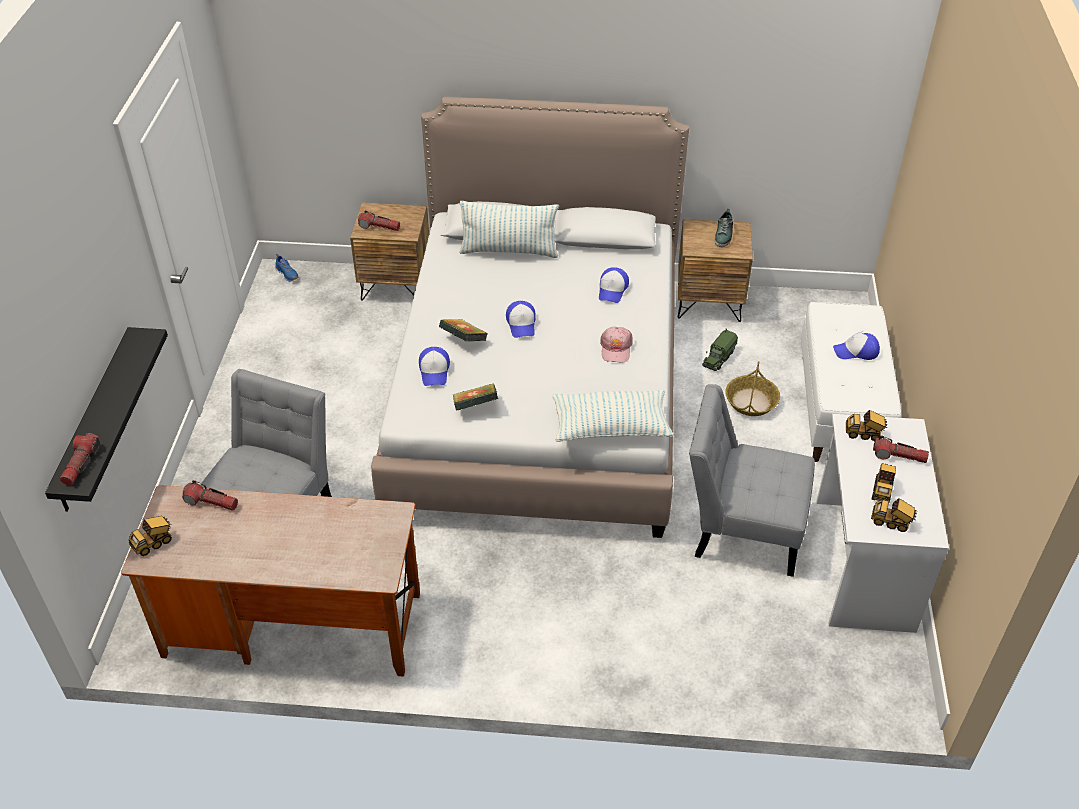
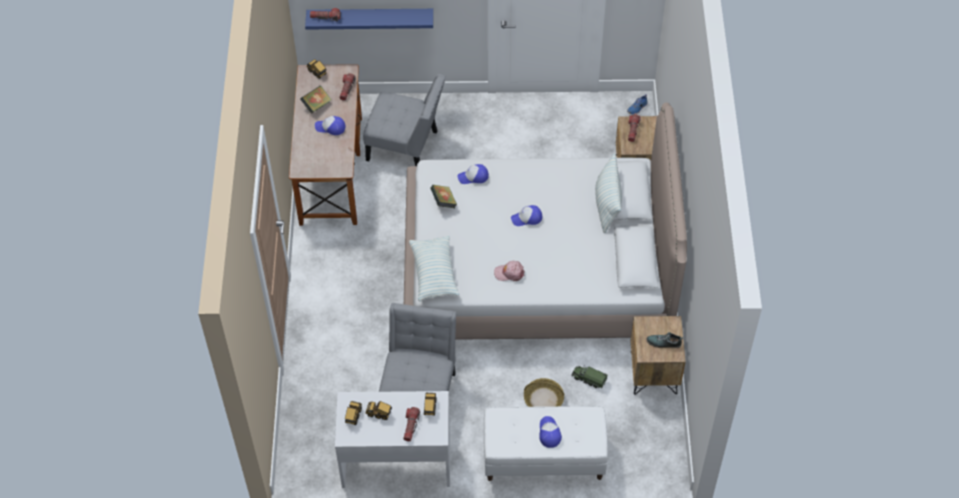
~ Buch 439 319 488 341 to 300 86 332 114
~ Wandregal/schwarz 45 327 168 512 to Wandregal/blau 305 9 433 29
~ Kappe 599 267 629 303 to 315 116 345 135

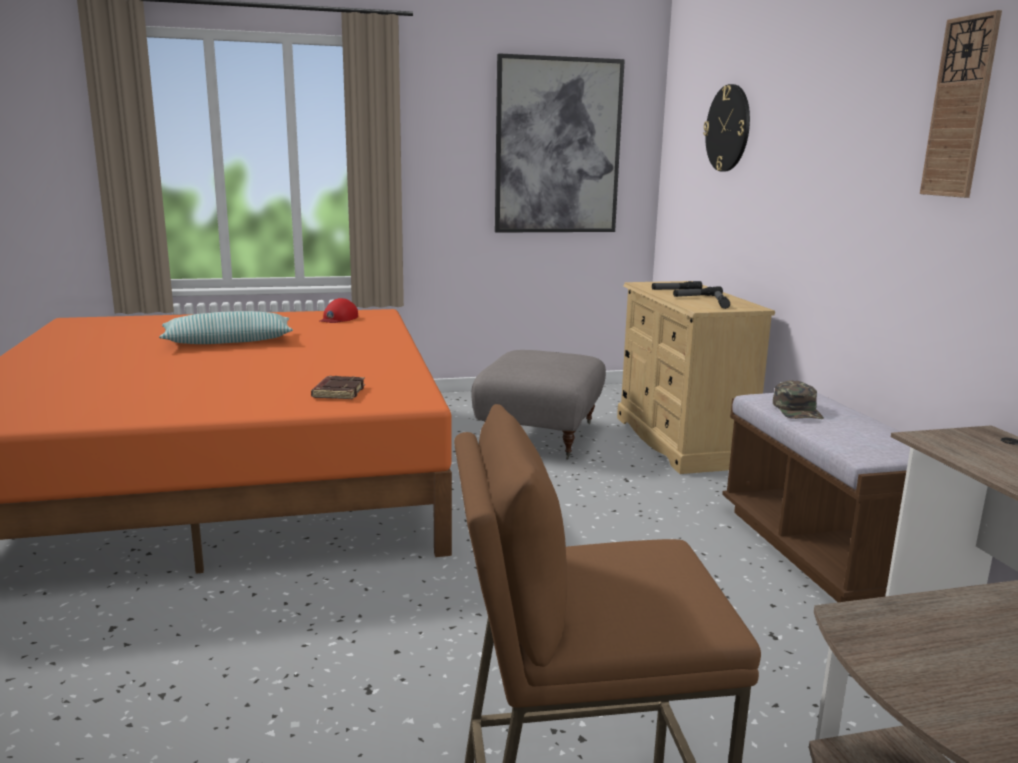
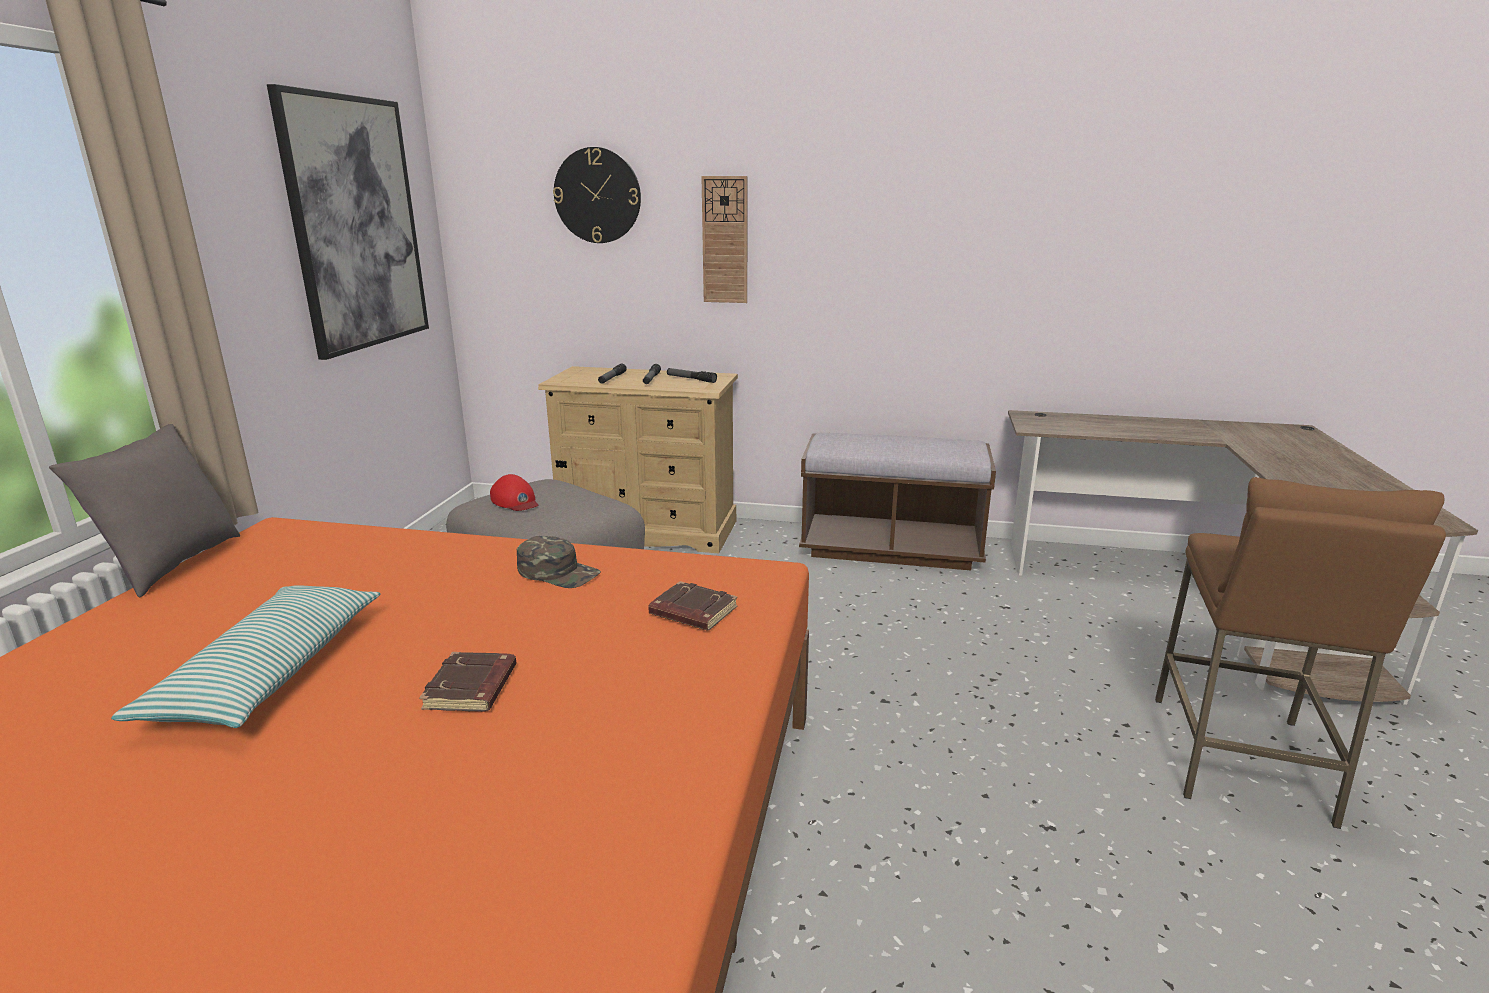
+ Kissen/grau 49 424 240 597
+ Buch/braun 419 652 516 712
~ Kappe/rot 319 298 358 323 to 490 474 538 511
~ Kappe/grün 773 380 824 419 to 517 536 601 588
~ Wanduhr 920 10 1002 198 to 701 176 747 303

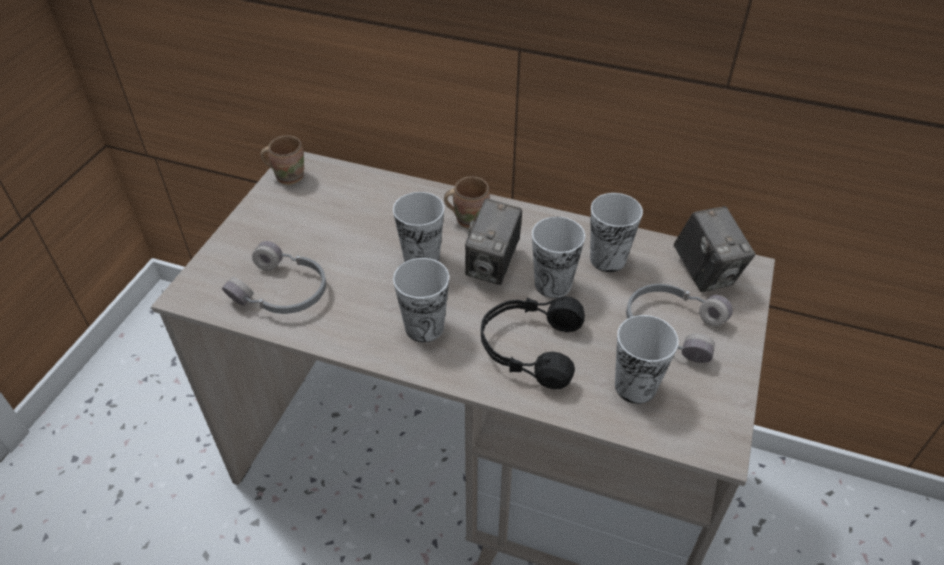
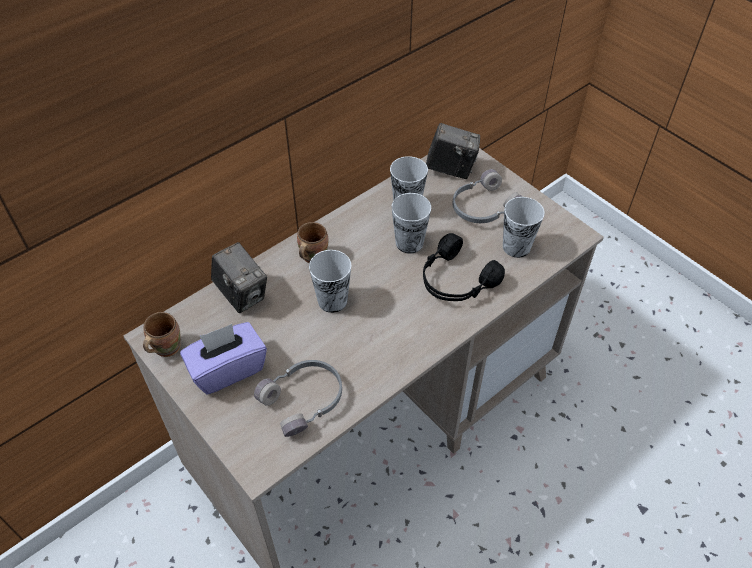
+ Taschentuchbox/lila 180 322 267 394
~ Kamera 465 198 522 285 to 211 242 267 313
- Tasse 393 258 449 342

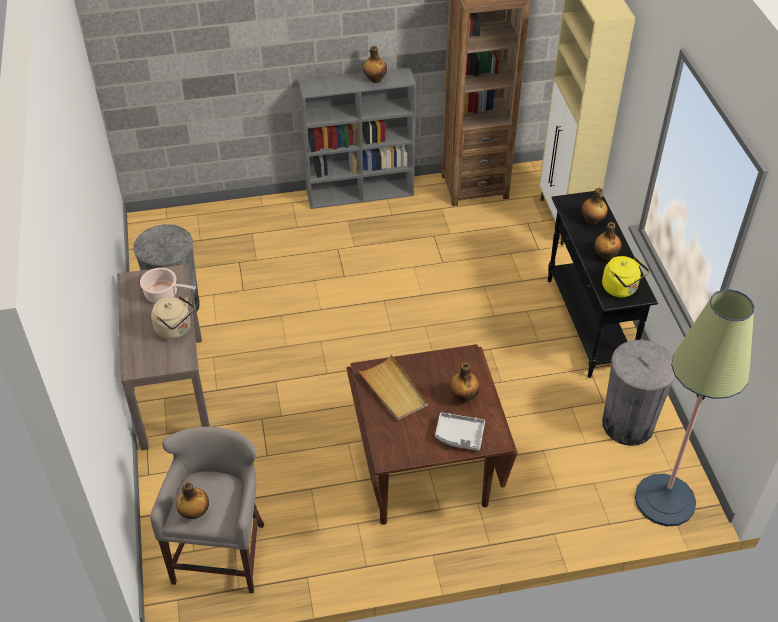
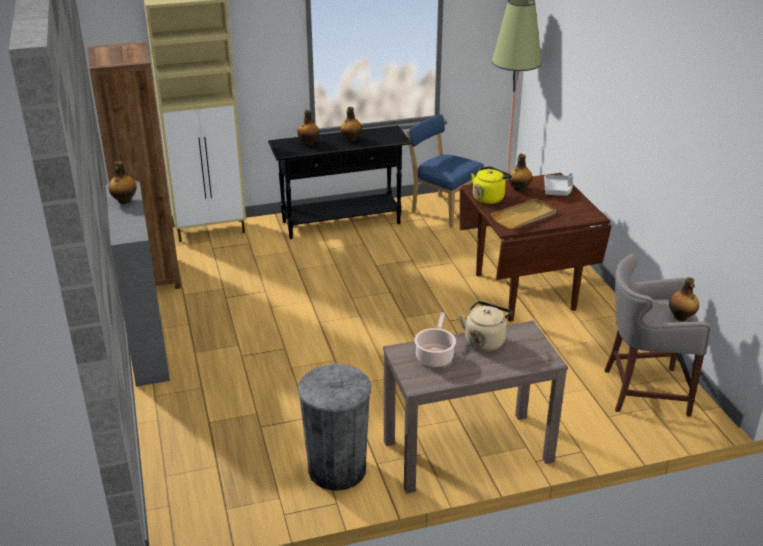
~ Mülleimer/grau 602 340 676 446 to Stuhl/blau 407 114 484 228
~ Wasserkessel/gelb 602 256 649 297 to 471 166 512 204

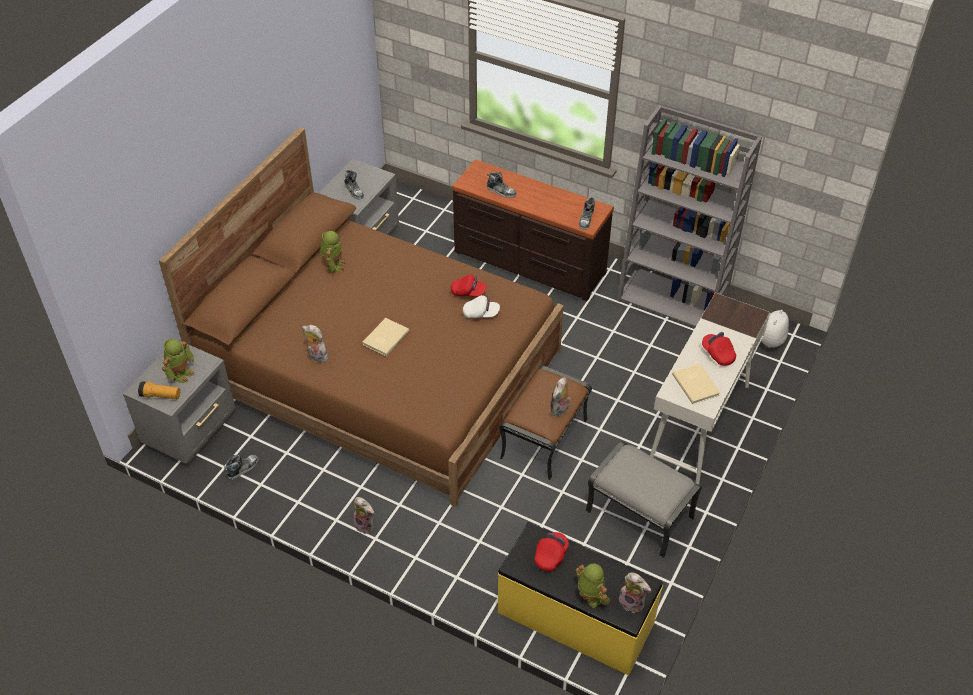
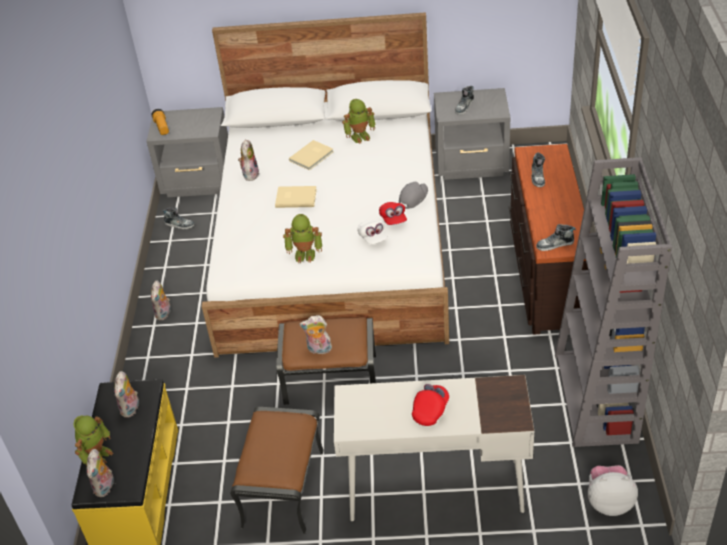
~ Kappe/rot 534 532 569 571 to Plüschtier 114 371 139 418
~ Bett/braun 159 127 564 507 to Bett/weiß 202 12 449 358
~ Polsterhocker/grau 586 441 702 558 to Polsterhocker/braun 230 407 324 534
~ Spielzeugroboter 162 339 195 383 to 283 214 322 263
~ Buch/beige 672 363 720 404 to 289 140 333 171
+ Kappe/grau 399 182 428 209

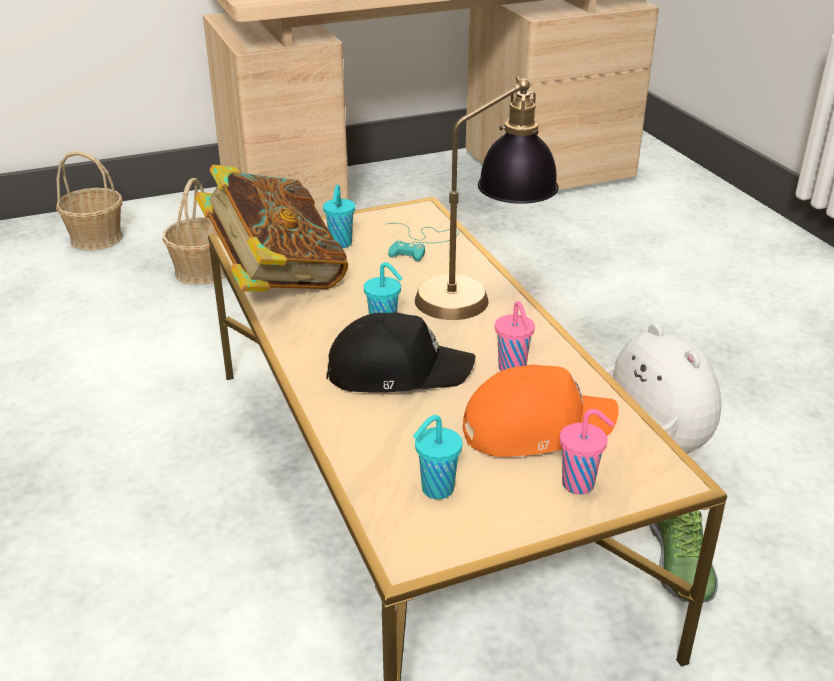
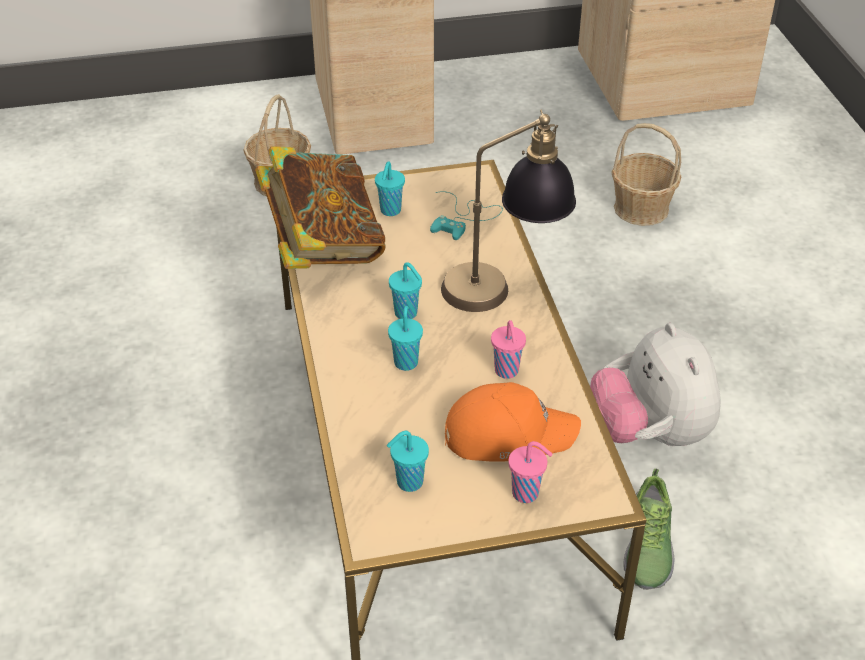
~ Kappe/schwarz 326 312 476 393 to Tasse/türkis 388 306 423 371
~ Korb 56 151 123 251 to 612 123 681 226

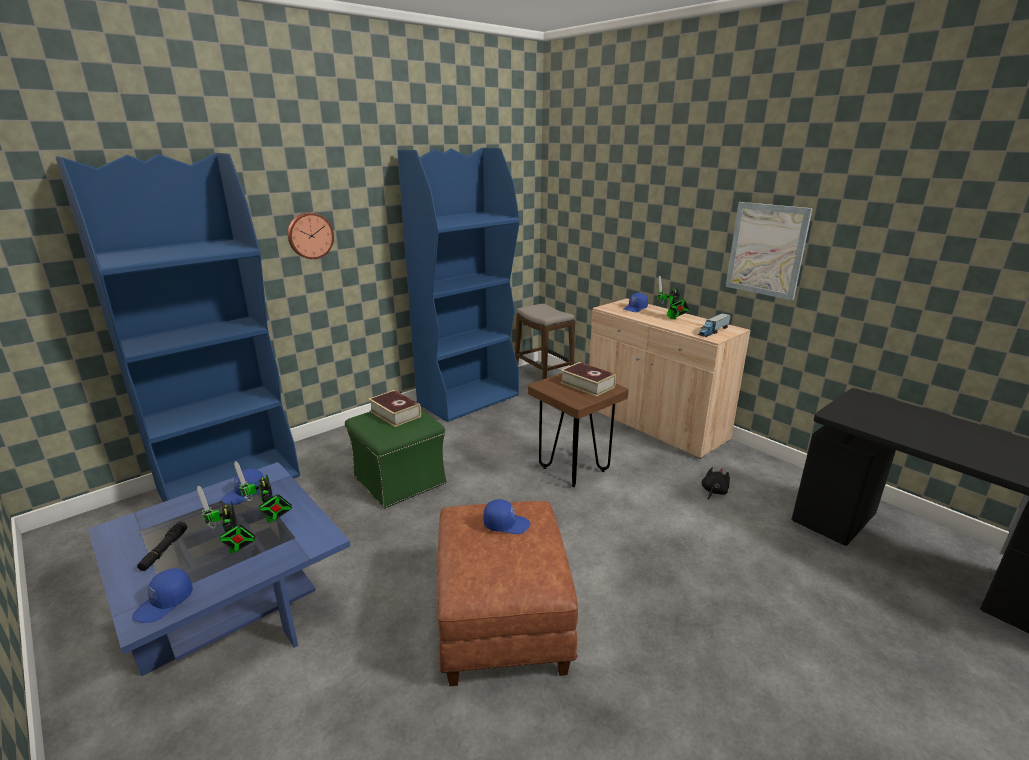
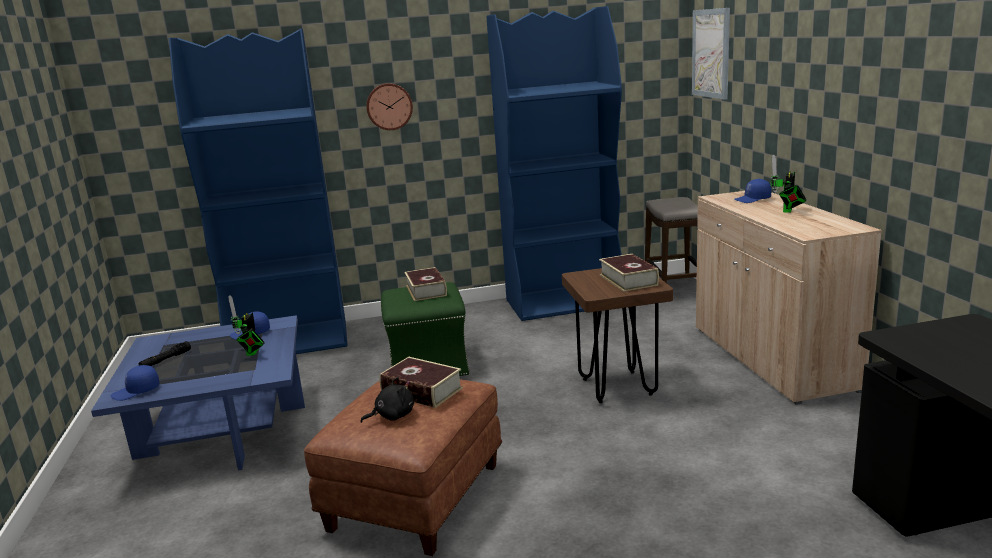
~ Plüschtier/schwarz 702 467 730 500 to 360 377 414 423
~ Kappe/blau 483 499 530 534 to Buch 379 357 463 408
~ Bild 726 202 813 300 to 692 8 730 100
- Spielzeugroboter 197 486 255 553
- Spielzeuglaster 698 313 731 338

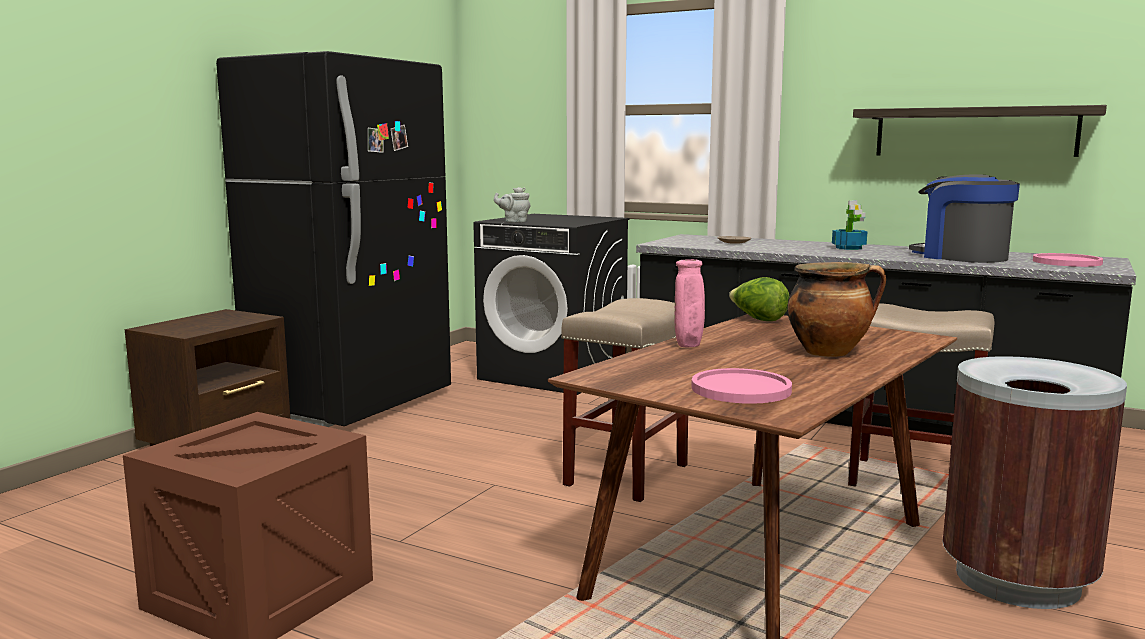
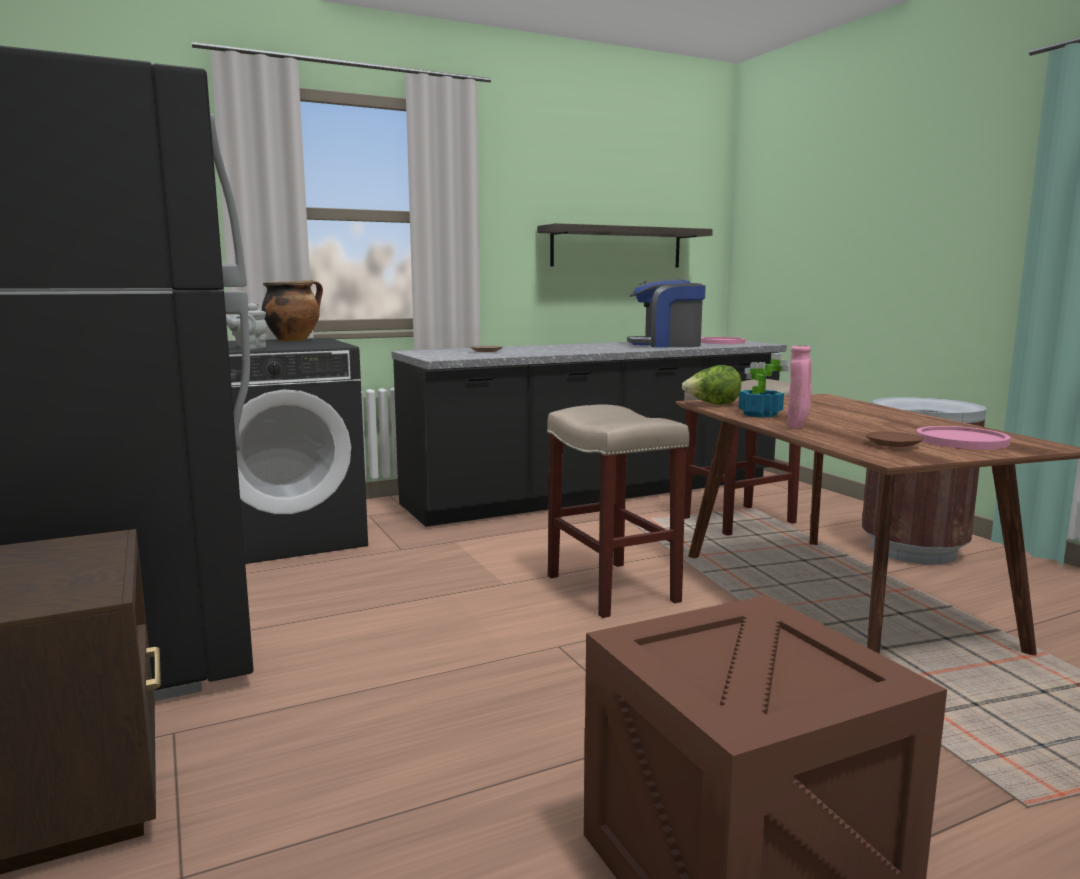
~ Kochtopf 787 262 886 357 to 262 280 323 341
~ Topfpflanze 832 200 867 250 to 738 353 790 418
+ Teller/braun 866 431 924 447

